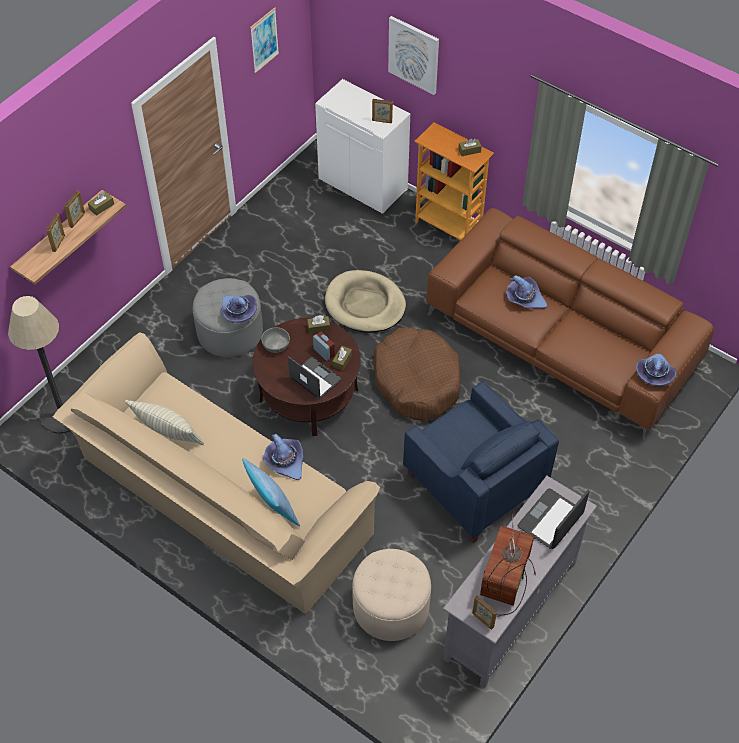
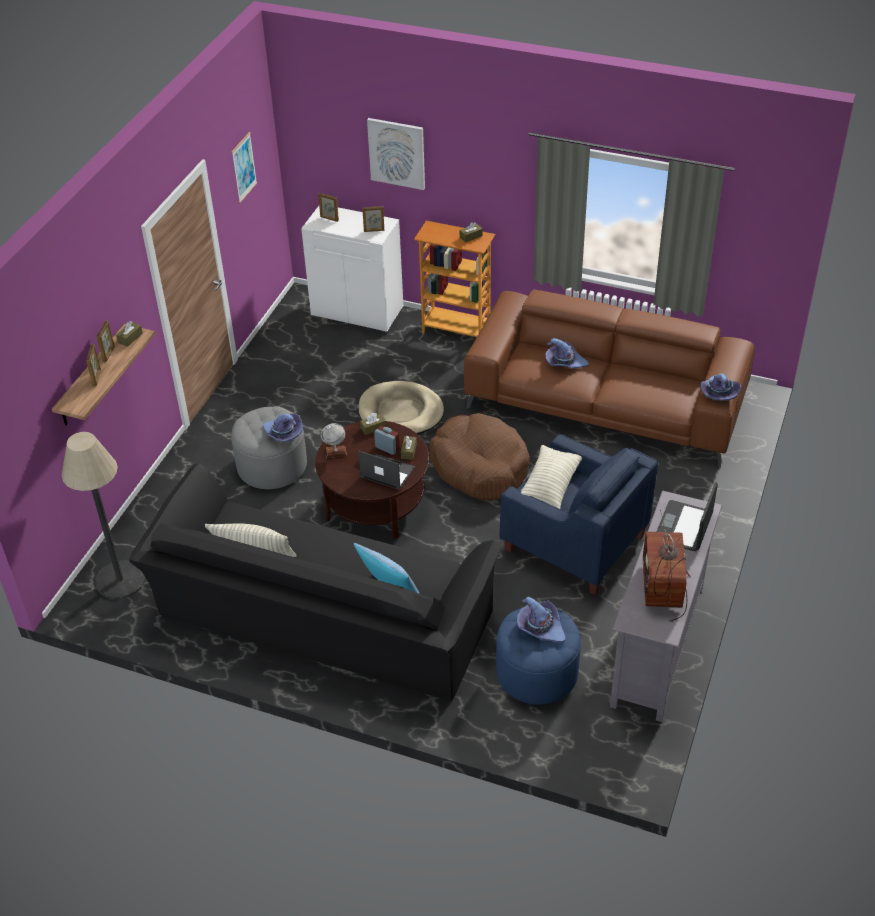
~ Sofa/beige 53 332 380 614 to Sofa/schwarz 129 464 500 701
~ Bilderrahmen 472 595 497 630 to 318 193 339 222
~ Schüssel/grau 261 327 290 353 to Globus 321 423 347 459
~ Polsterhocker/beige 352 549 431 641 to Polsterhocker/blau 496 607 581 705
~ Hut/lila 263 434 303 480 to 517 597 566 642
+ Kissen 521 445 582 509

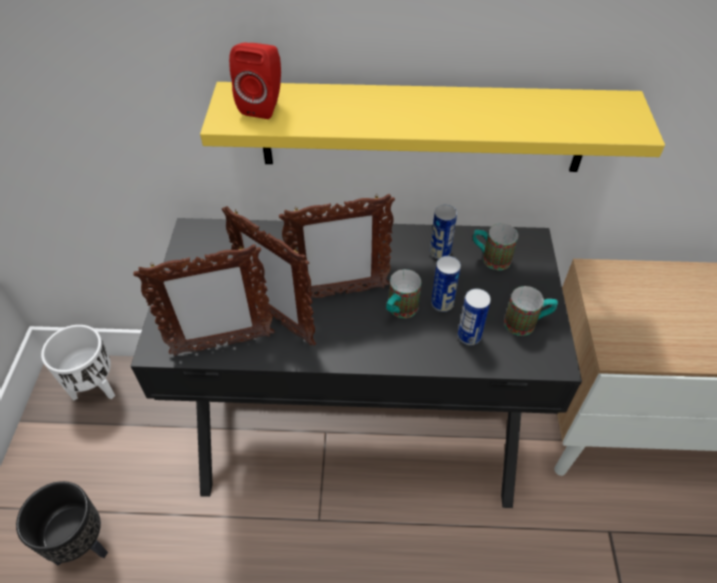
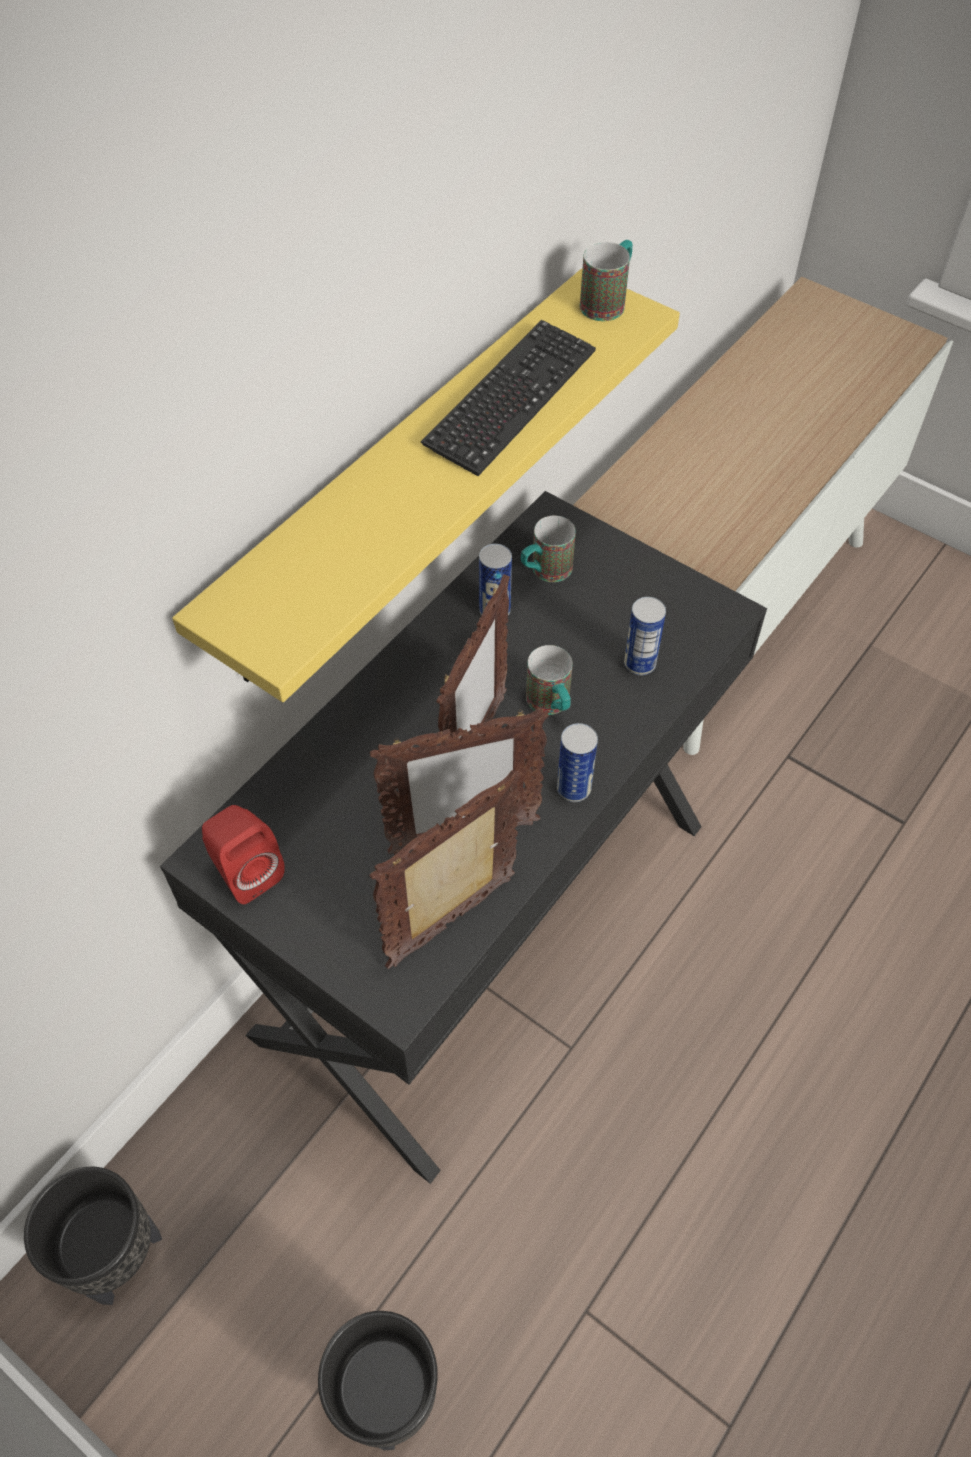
~ Pflanzkübel/weiß 41 325 115 401 to Pflanzkübel/schwarz 24 1167 162 1305
~ Lautsprecher/rot 229 42 281 119 to 202 805 285 904
~ Bilderrahmen 133 244 275 356 = 369 770 523 969 150 degrees counterclockwise
+ Tastatur 421 320 596 476
~ Dose 431 256 461 312 to 557 723 598 802
~ Henkelbecher 504 286 558 336 to 580 240 632 321

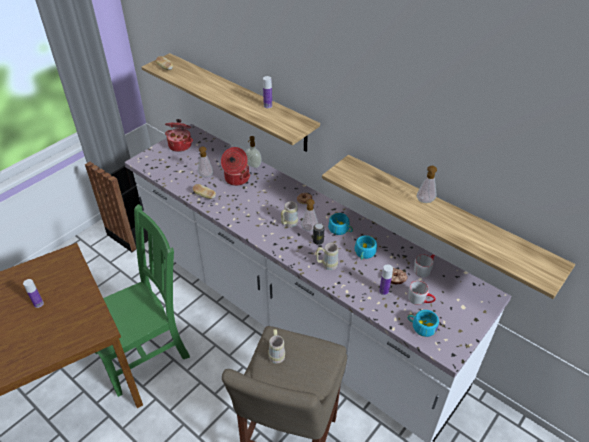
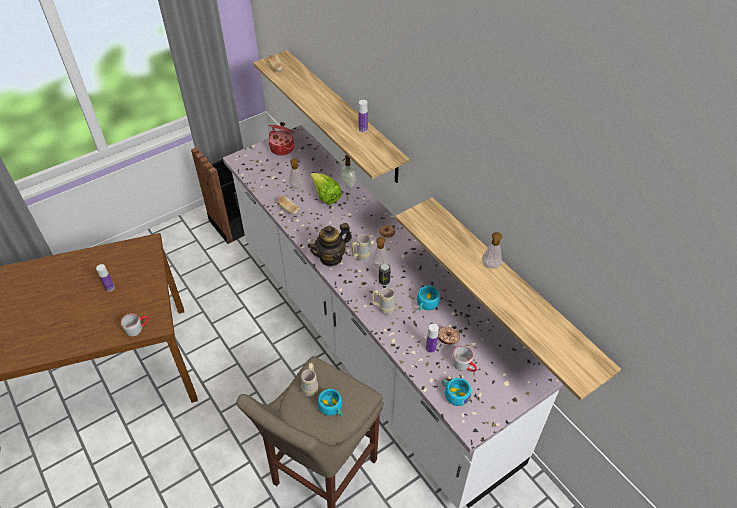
~ Henkelbecher/grau 414 254 435 278 to 121 314 149 336
+ Teekanne 308 223 352 267
~ Kochtopf 221 147 250 186 to Salatkopf 310 173 342 205
~ Tasse/türkis 328 213 353 235 to 318 389 342 416
- Stuhl/grün 96 204 190 397

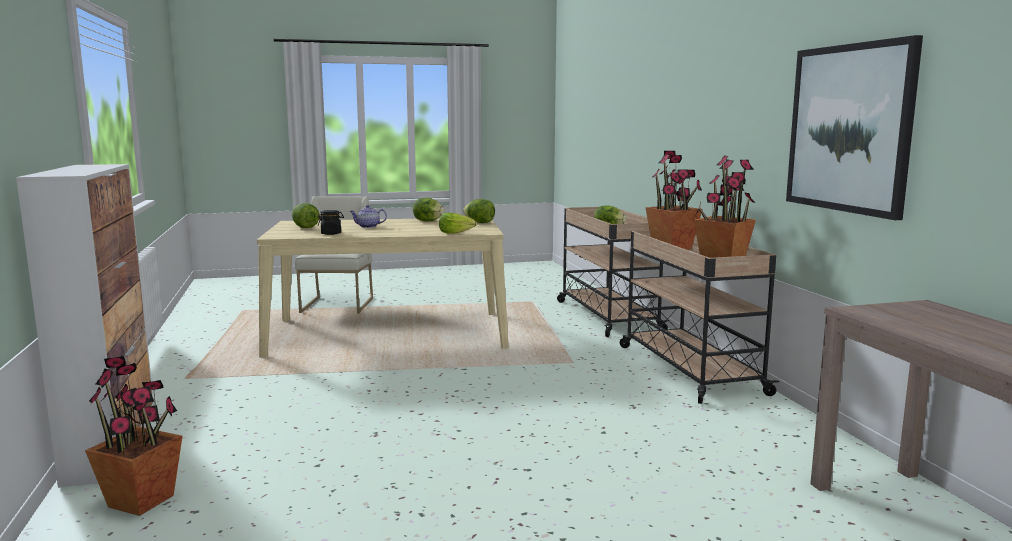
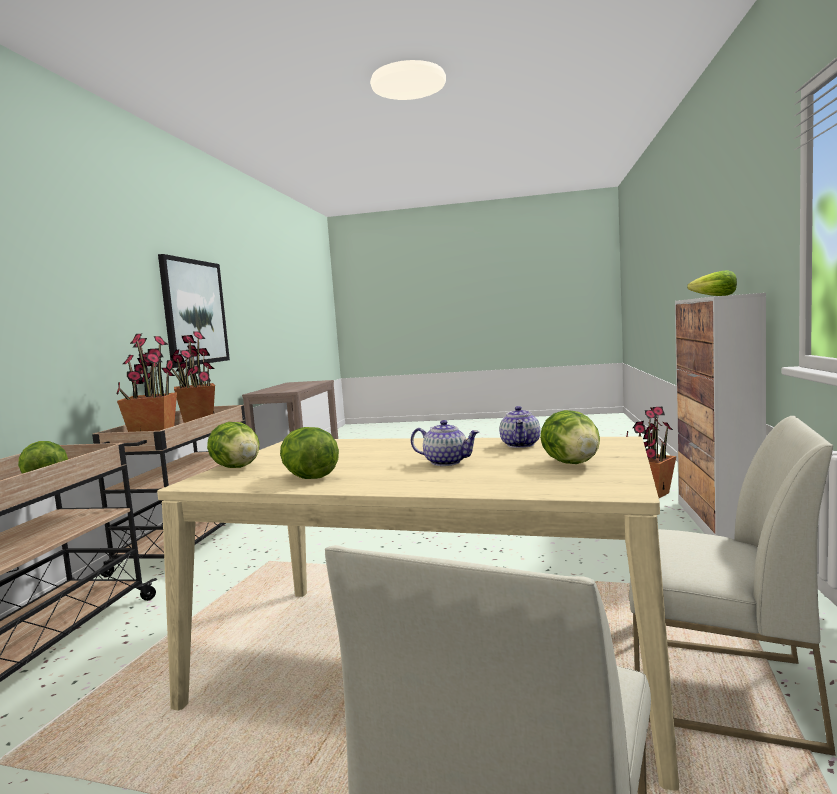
~ Vorratsglas/schwarz 318 210 344 235 to Teekanne 499 406 540 448
+ Stuhl/weiß 629 416 836 756
~ Salatkopf 439 213 477 234 to 687 270 737 296

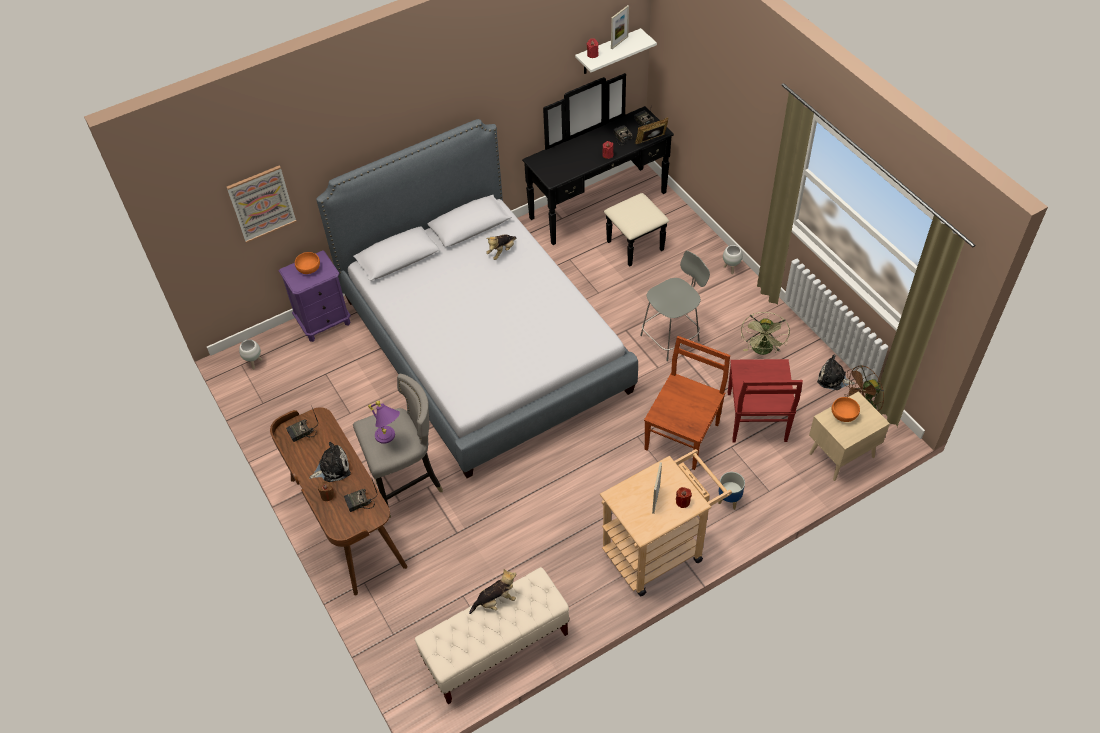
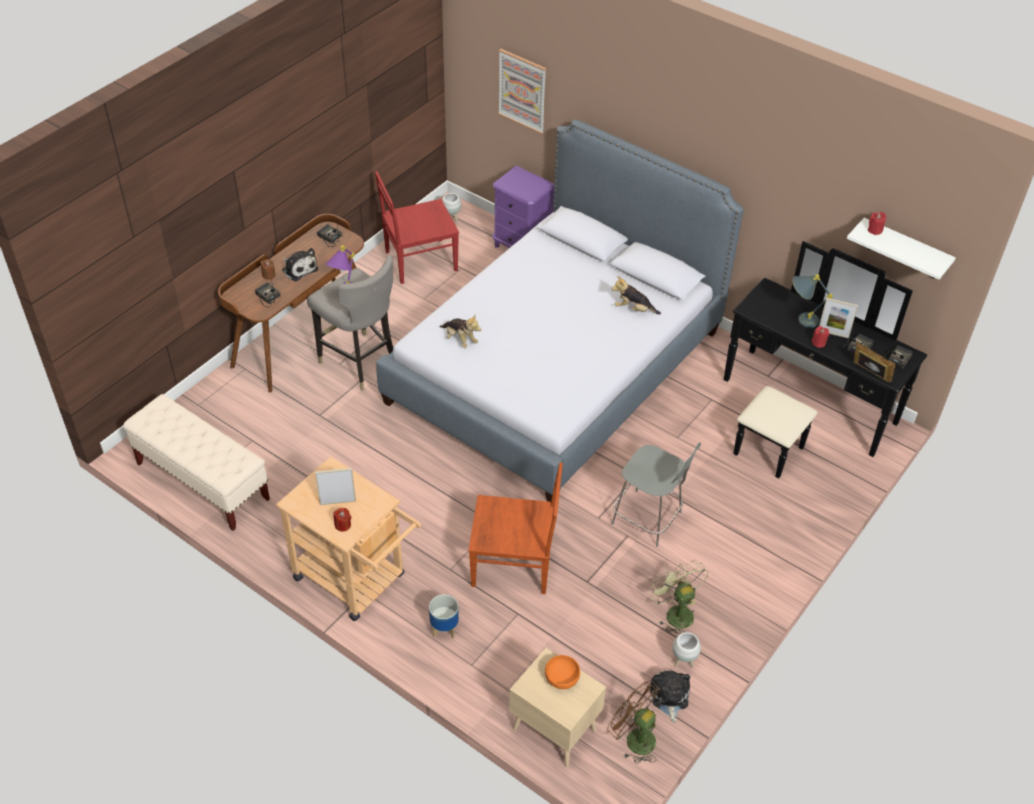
~ Stuhl/rot 728 359 803 442 to 375 171 459 284
~ Plüschtier 469 569 517 614 to 440 314 481 348
~ Ventilator/grün 741 312 790 355 = 649 560 709 635 75 degrees clockwise
~ Pflanzkübel/weiß 723 245 743 274 to 673 632 701 667
+ Tischlampe/grau 792 274 833 328
~ Bilderrahmen 611 5 629 49 to 819 298 858 338
- Schüssel/orange 295 252 320 274

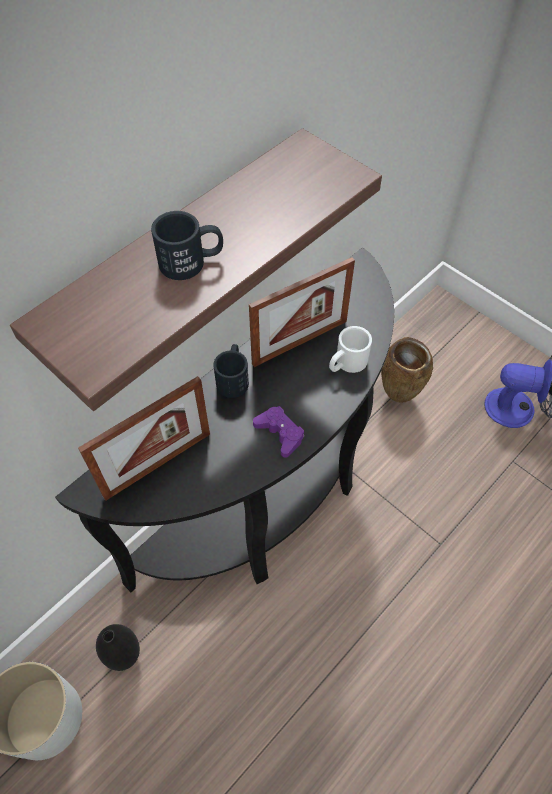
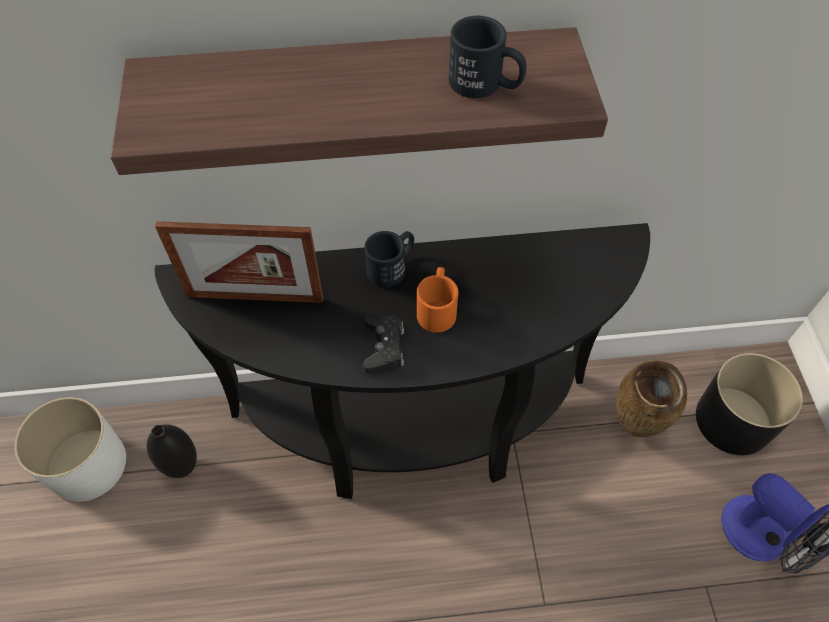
~ Gamepad/lila 253 406 304 458 to Gamepad/schwarz 363 314 404 373
+ Henkelbecher/orange 417 267 459 333
~ Henkelbecher/schwarz 151 211 223 280 to 449 16 526 98
+ Pflanzkübel/schwarz 696 353 803 455
- Bilderrahmen 249 257 355 367
- Henkelbecher/weiß 329 326 372 373

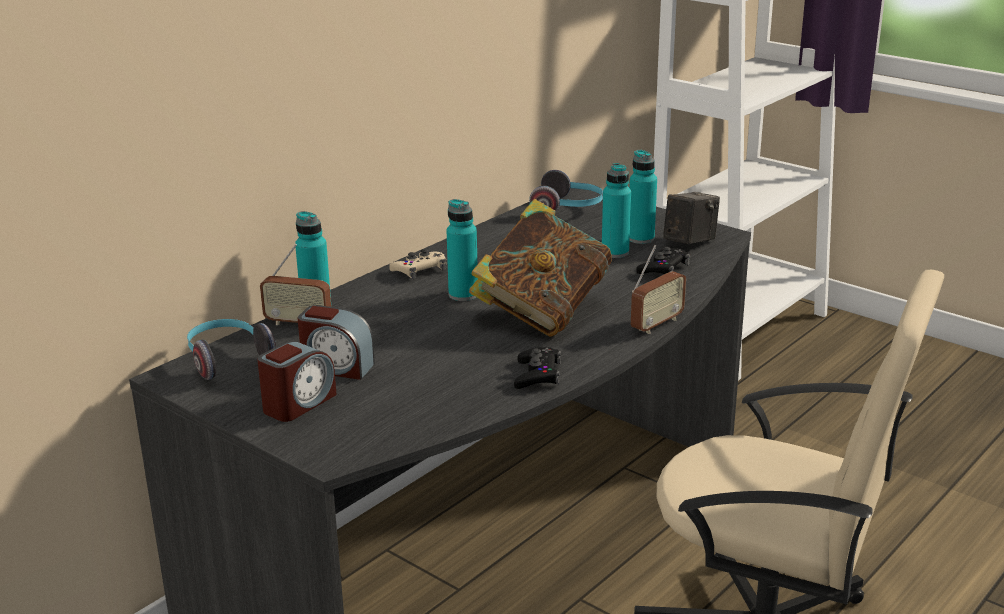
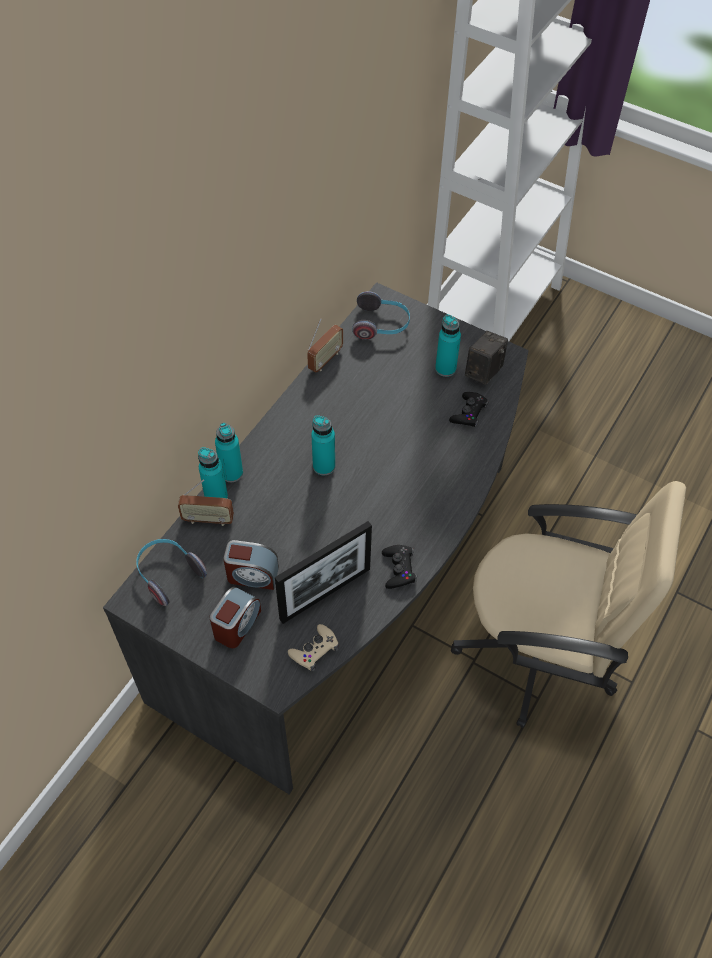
~ Flasche/türkis 602 163 631 258 to 215 423 243 482
+ Bilderrahmen 275 521 372 624
~ Gamepad/beige 389 249 446 279 to 288 624 339 671
~ Radio 631 245 686 334 to 307 318 343 373
- Buch 469 199 612 337

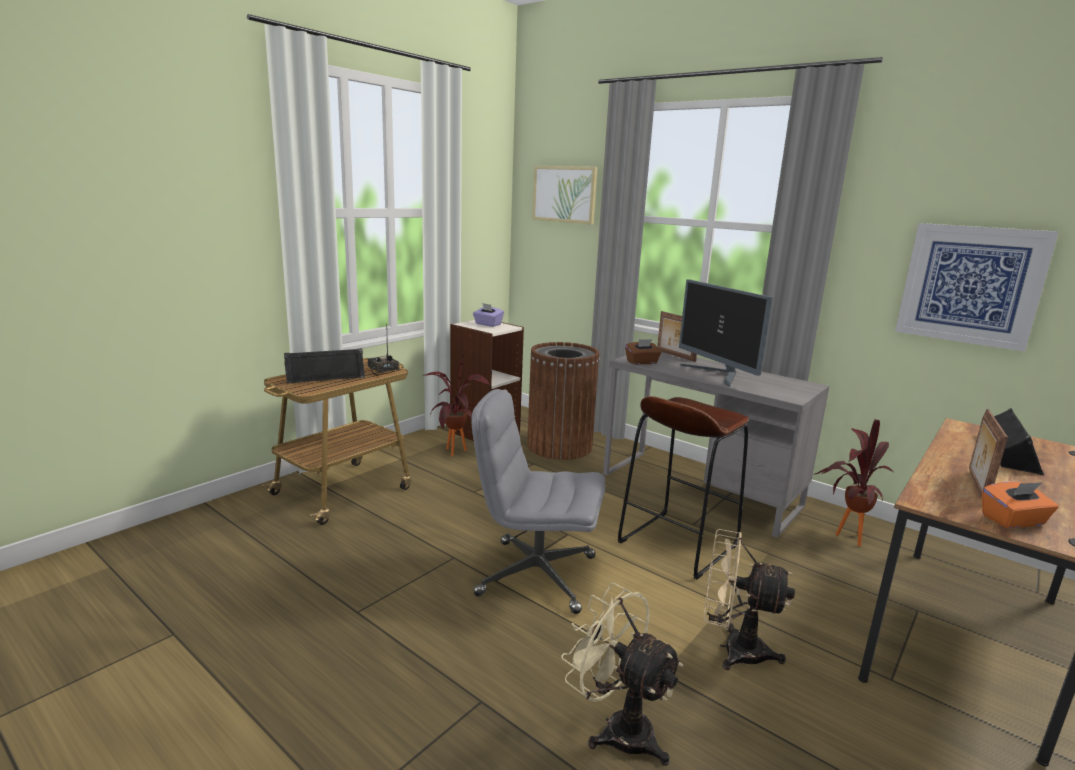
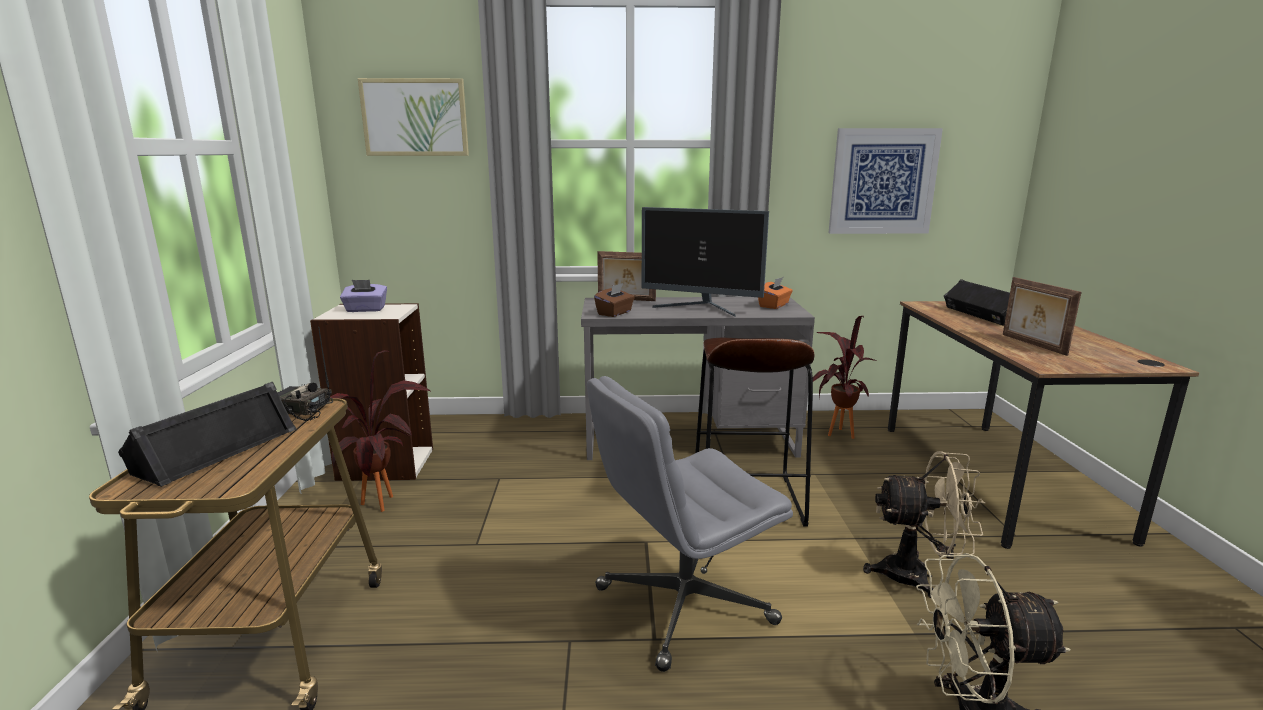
~ Taschentuchbox/orange 982 481 1059 528 to 758 277 793 309
~ Ventilator/beige 703 529 795 670 = 863 451 985 598 150 degrees counterclockwise
- Mülleimer/braun 527 342 600 460

